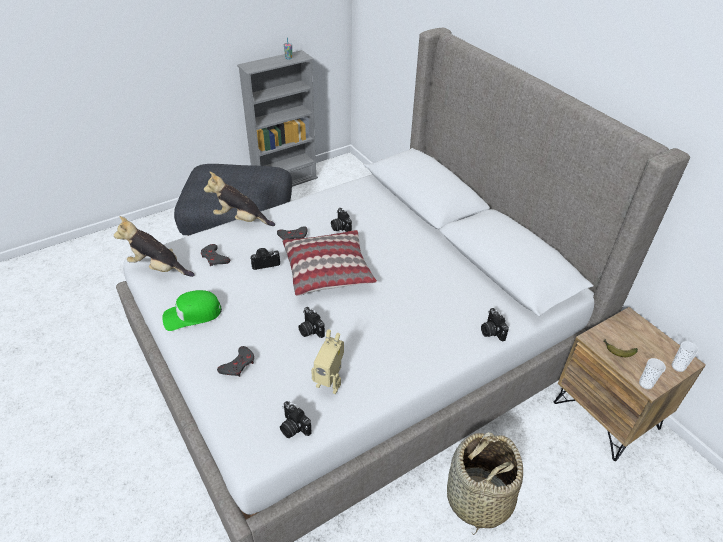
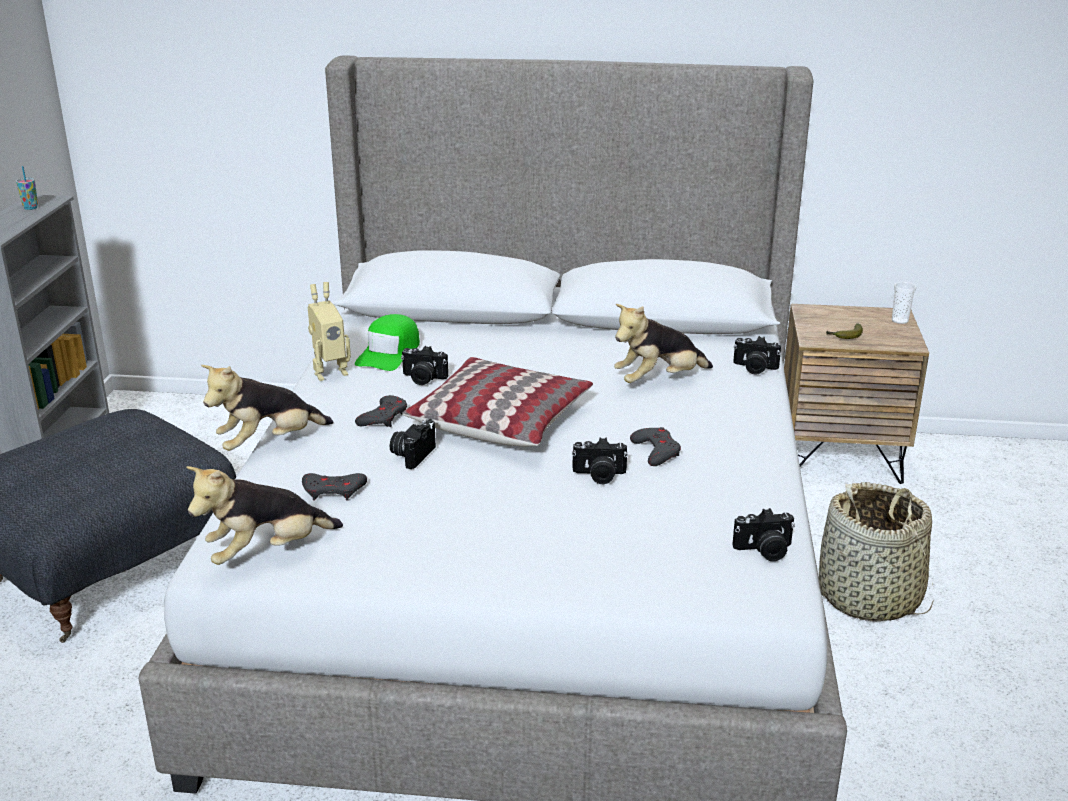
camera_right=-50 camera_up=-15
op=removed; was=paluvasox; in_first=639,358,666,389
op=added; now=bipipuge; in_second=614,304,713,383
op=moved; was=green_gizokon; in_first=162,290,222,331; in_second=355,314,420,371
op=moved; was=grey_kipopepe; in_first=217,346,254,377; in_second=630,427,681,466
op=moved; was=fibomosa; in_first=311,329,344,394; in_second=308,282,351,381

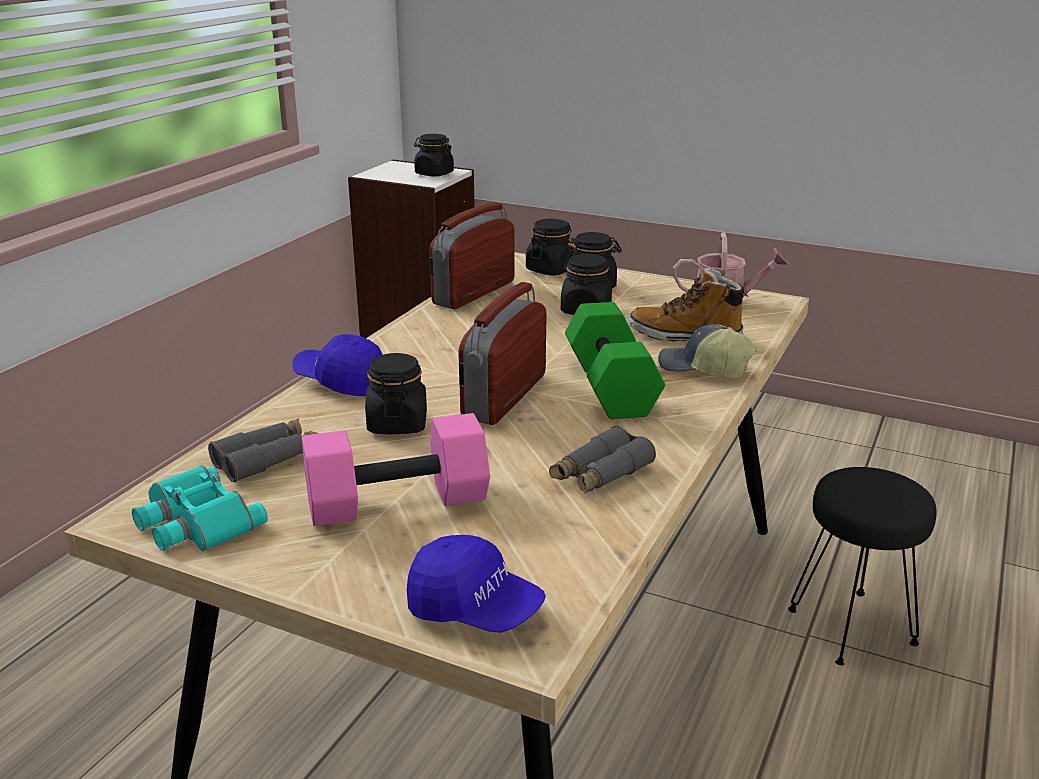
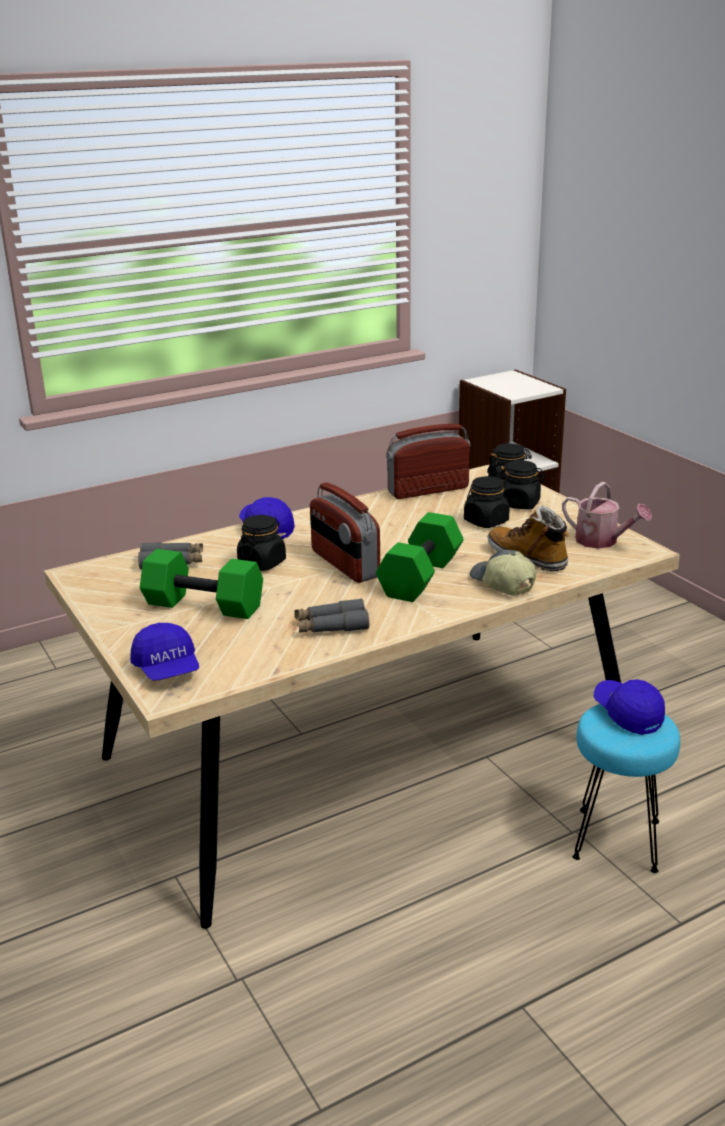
camera_right=35 camera_up=0
op=removed; was=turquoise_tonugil; in_first=132,465,268,551
op=removed; was=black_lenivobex; in_first=414,134,454,176
op=added; now=blue_gizokon; in_second=594,679,665,735
op=recoloured; was=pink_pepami; now=green_pepami; in_first=302,413,490,526; in_second=140,549,263,619
op=recoloured; was=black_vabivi; now=turquoise_vabivi; in_first=788,467,937,665; in_second=572,704,680,873
op=turned; was=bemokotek; in_first=458,282,547,425; in_second=310,482,380,583; clockwise=-90

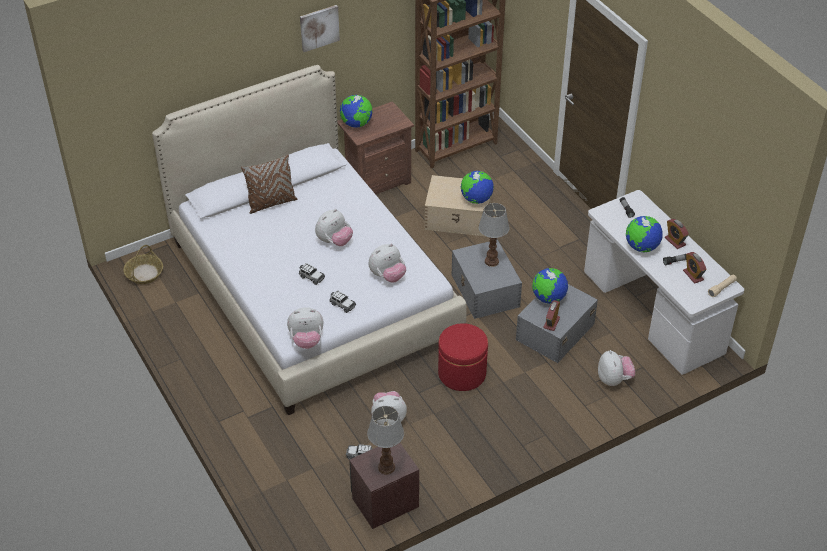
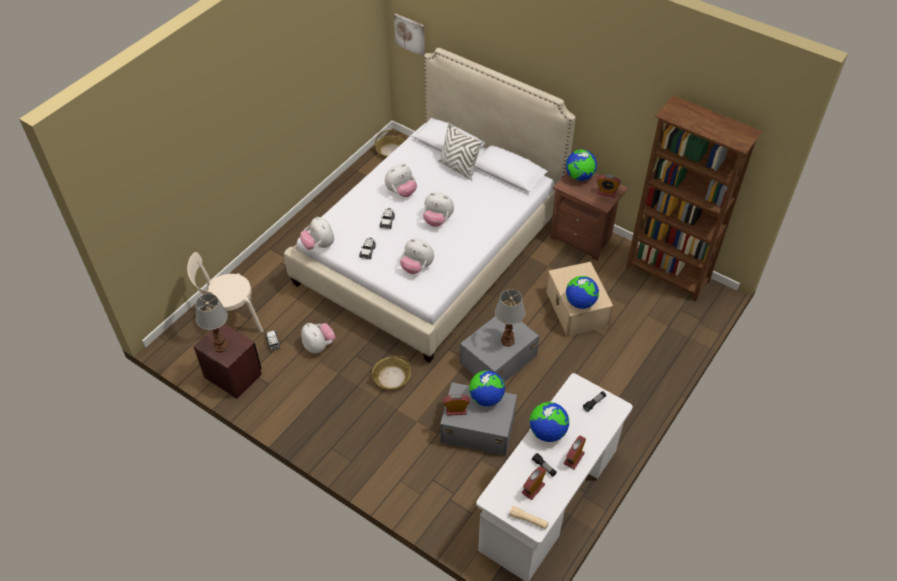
camera_right=65 camera_up=5
op=added; now=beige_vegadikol; in_second=187,252,263,333
op=added; now=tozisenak; in_second=597,175,621,197
op=moved; was=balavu; in_first=300,5,340,52; in_second=394,14,425,56
op=moved; was=bipipuge; in_first=598,350,635,386; in_second=385,164,417,197
op=replaced; was=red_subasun; now=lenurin; in_first=438,323,488,391; in_second=372,356,411,390
op=recoloured; was=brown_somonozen; now=white_somonozen; in_first=241,155,297,214; in_second=438,122,482,180

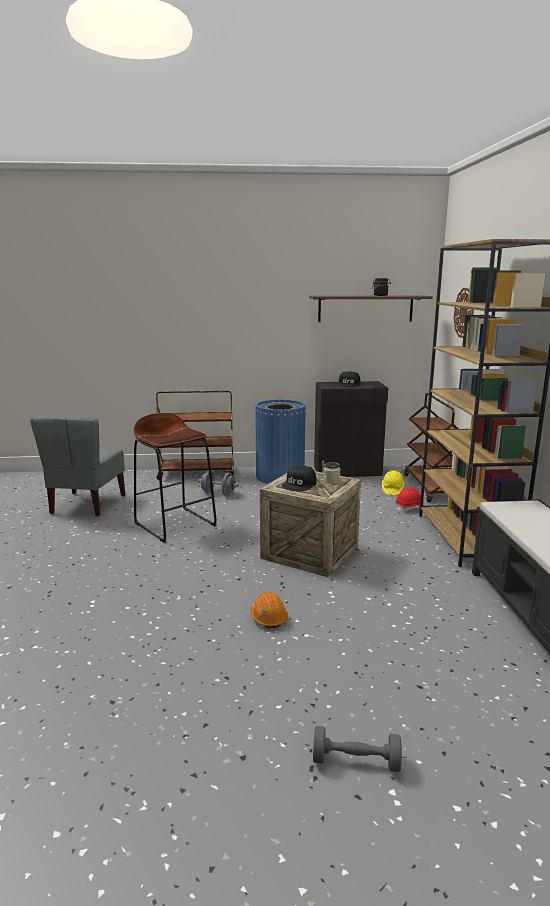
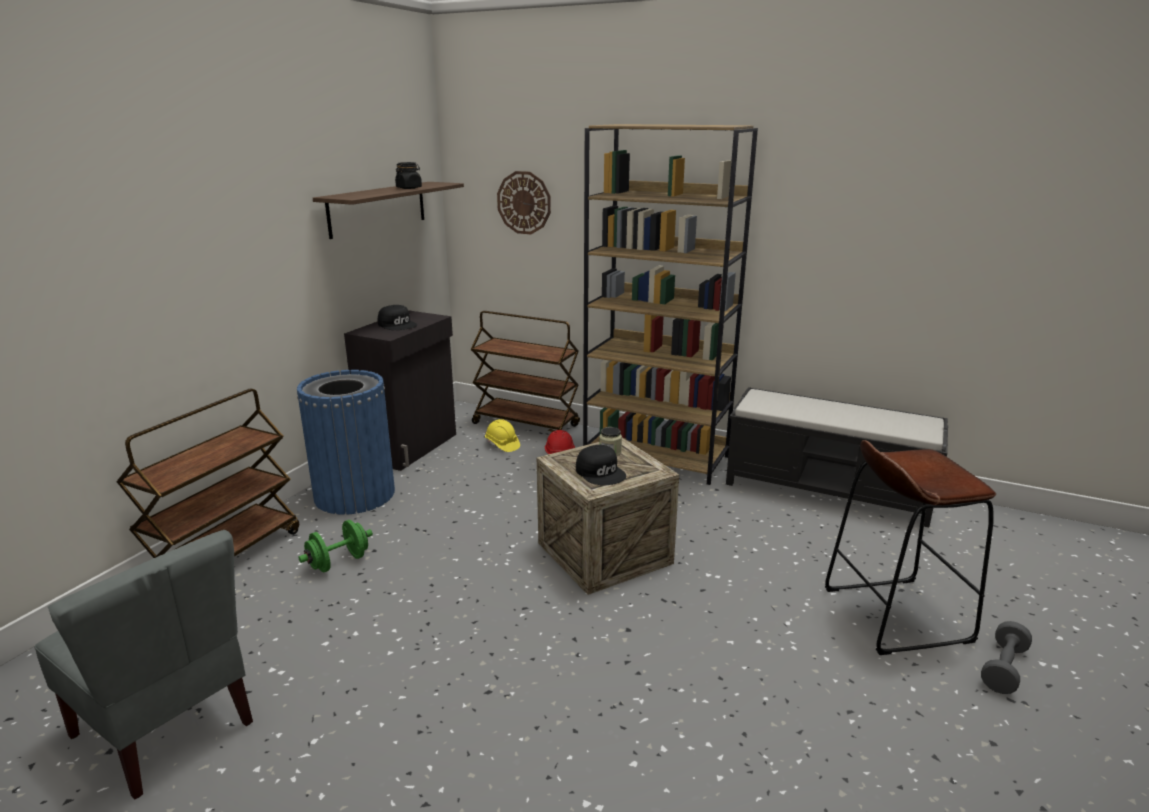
camera_right=-60 camera_up=5
op=removed; was=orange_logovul; in_first=251,592,288,628
op=moved; was=brown_vabivi; in_first=134,413,217,543; in_second=825,440,996,655
op=recoloured; was=grey_pepami; now=green_pepami; in_first=198,471,239,496; in_second=298,520,373,572

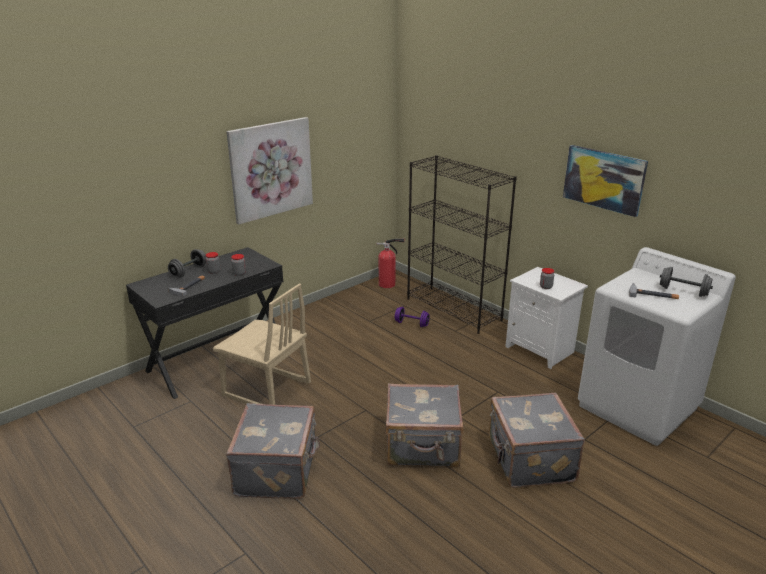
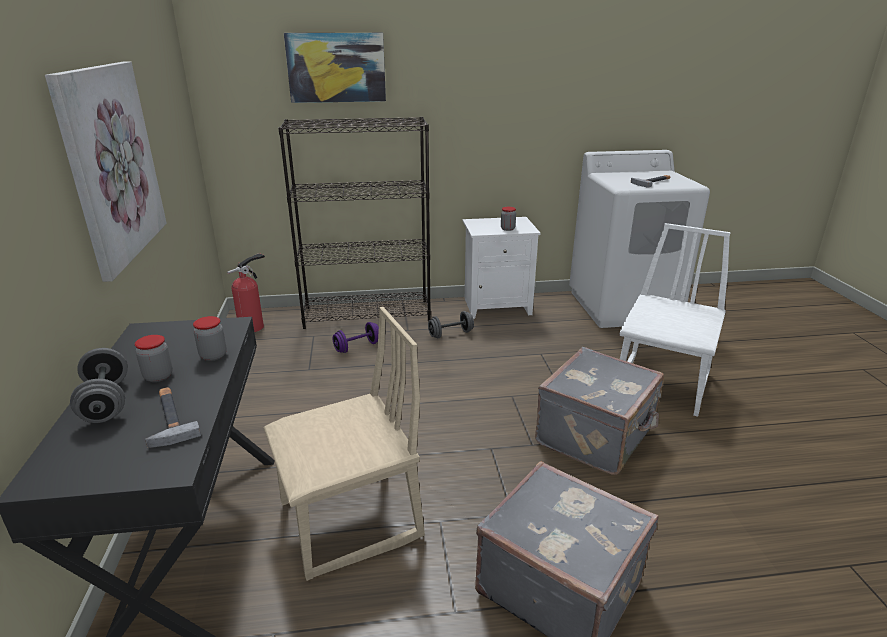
camera_right=-55 camera_up=0
op=moved; was=balavu; in_first=563,145,648,217; in_second=284,33,386,103
op=moved; was=grey_pepami; in_first=660,267,713,297; in_second=428,311,474,338
op=replaced; was=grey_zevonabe; now=white_vegadikol; in_first=489,393,585,488; in_second=620,223,730,417

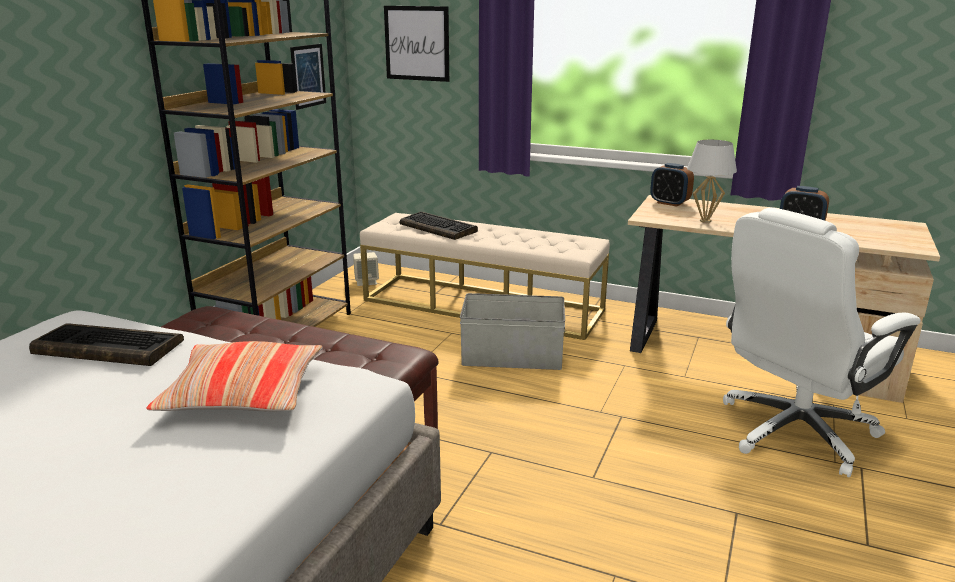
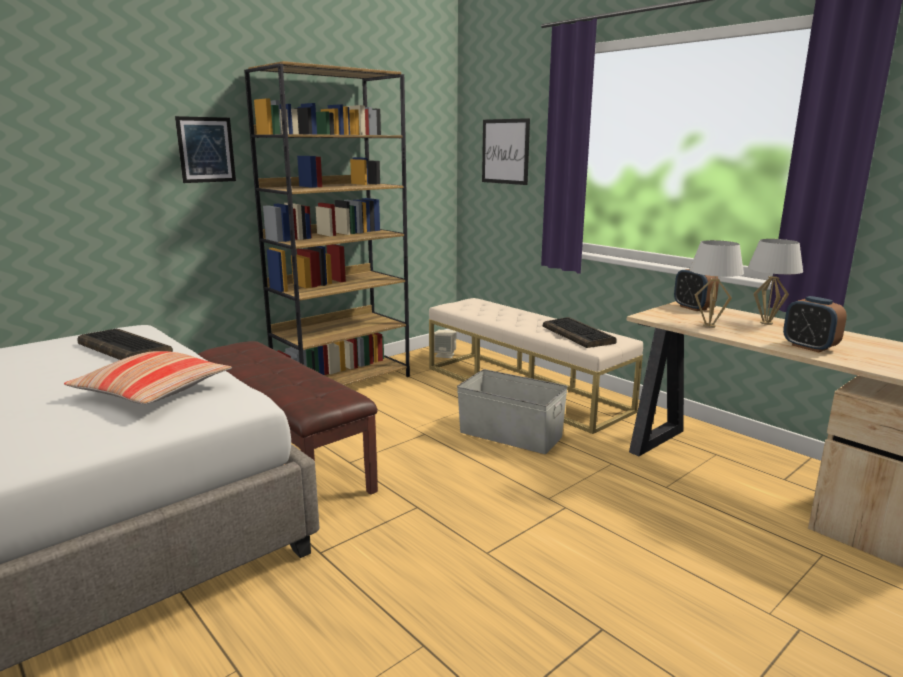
camera_right=25 camera_up=-5
op=removed; was=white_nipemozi; in_first=723,208,921,477
op=added; now=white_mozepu; in_second=748,239,803,325
op=moved; was=balavu; in_first=290,44,326,110; in_second=175,116,236,183
op=moved; was=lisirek; in_first=400,211,478,240; in_second=543,317,617,348

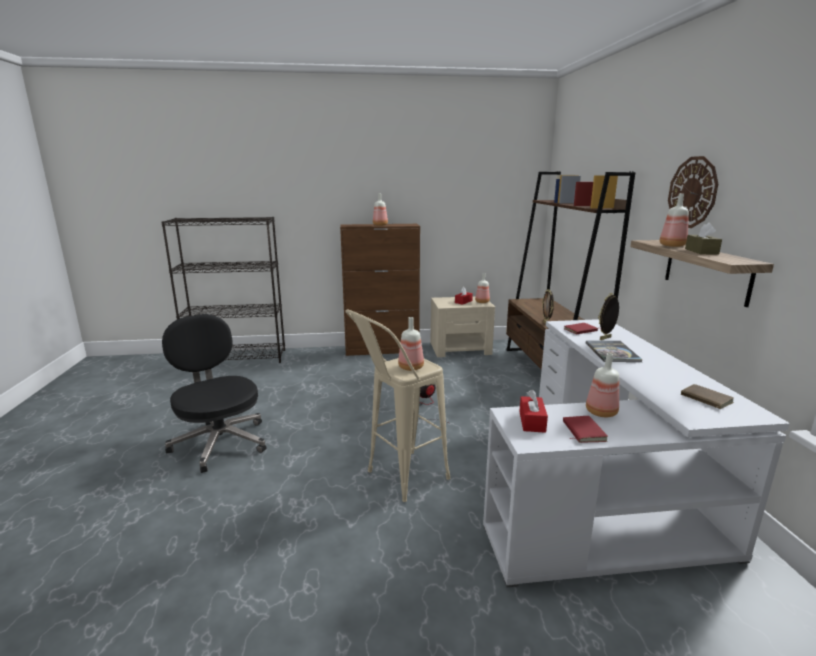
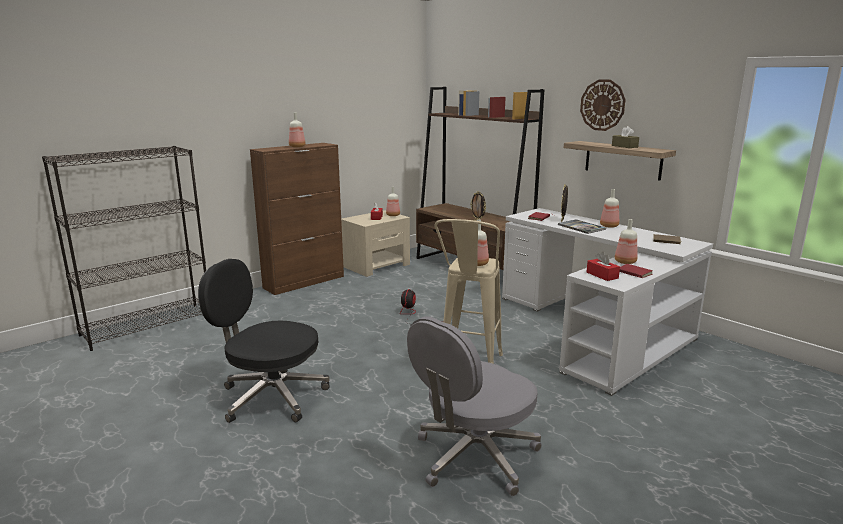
camera_right=-35 camera_up=0
op=added; now=grey_nipemozi; in_second=407,317,542,496
op=moved; was=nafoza; in_first=660,194,689,247; in_second=600,189,619,228

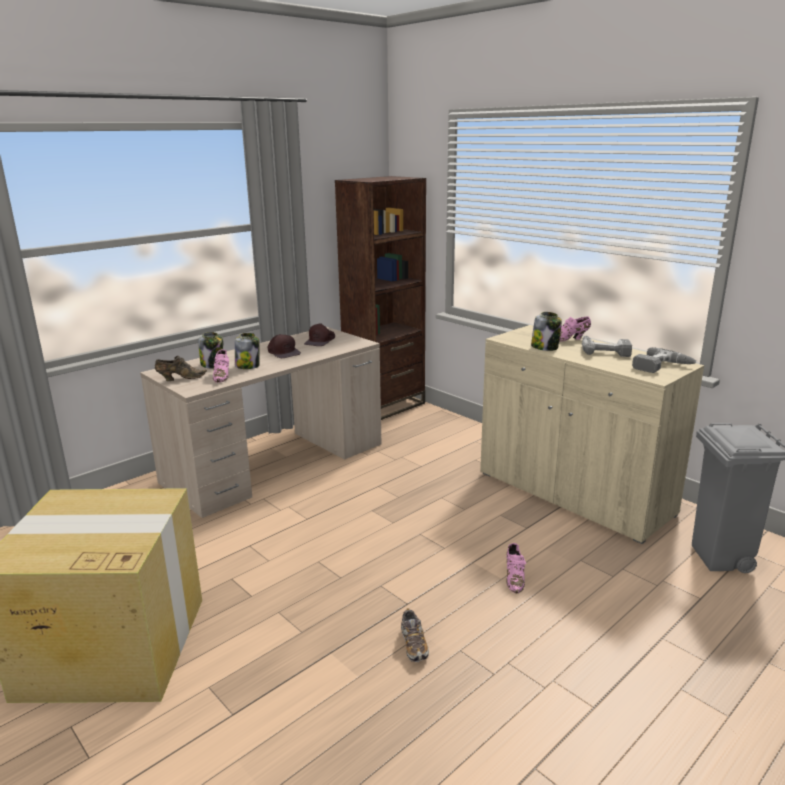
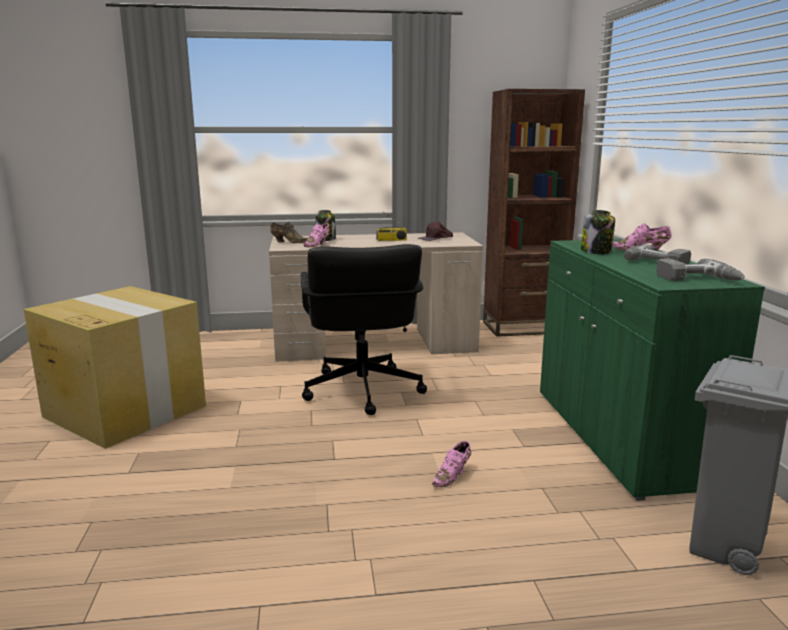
camera_right=35 camera_up=-5
op=removed; was=lenivobex; in_first=235,333,260,369
op=removed; was=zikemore; in_first=401,608,429,662
op=added; now=black_nipemozi; in_second=301,244,427,415
op=replaced; was=brown_gizokon; now=bemokotek; in_first=267,334,301,358; in_second=376,213,407,241
op=recoloured; was=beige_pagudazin; now=green_pagudazin; in_first=480,325,704,544; in_second=540,239,765,501

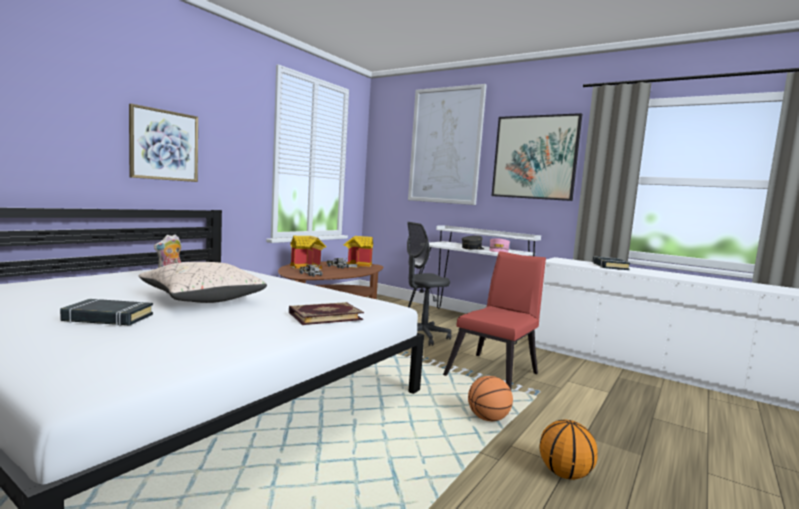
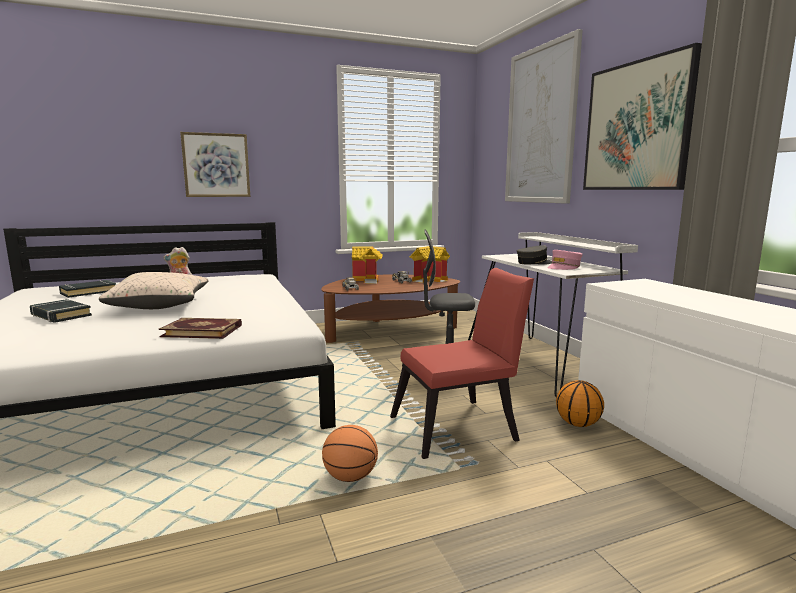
camera_right=35 camera_up=5
op=moved; was=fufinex; in_first=540,420,598,480; in_second=556,380,604,427
op=moved; was=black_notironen; in_first=593,256,630,270; in_second=59,280,116,298

